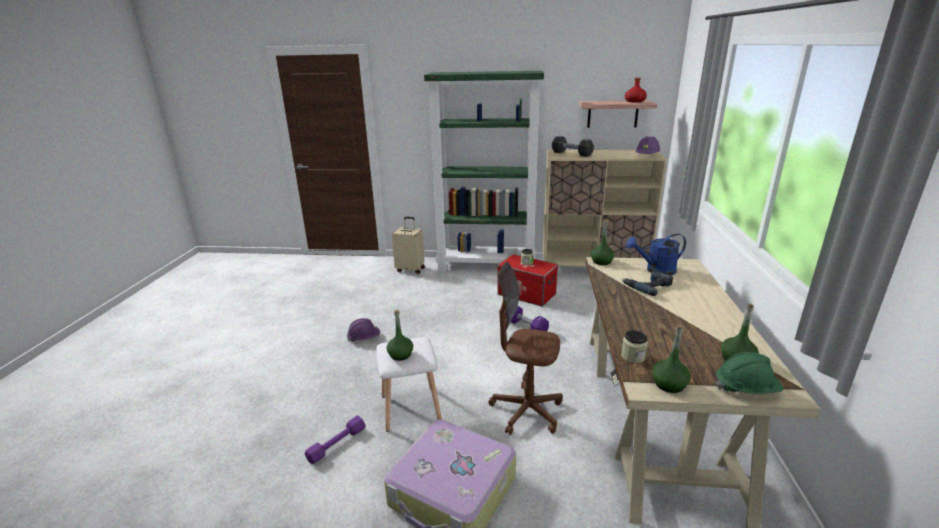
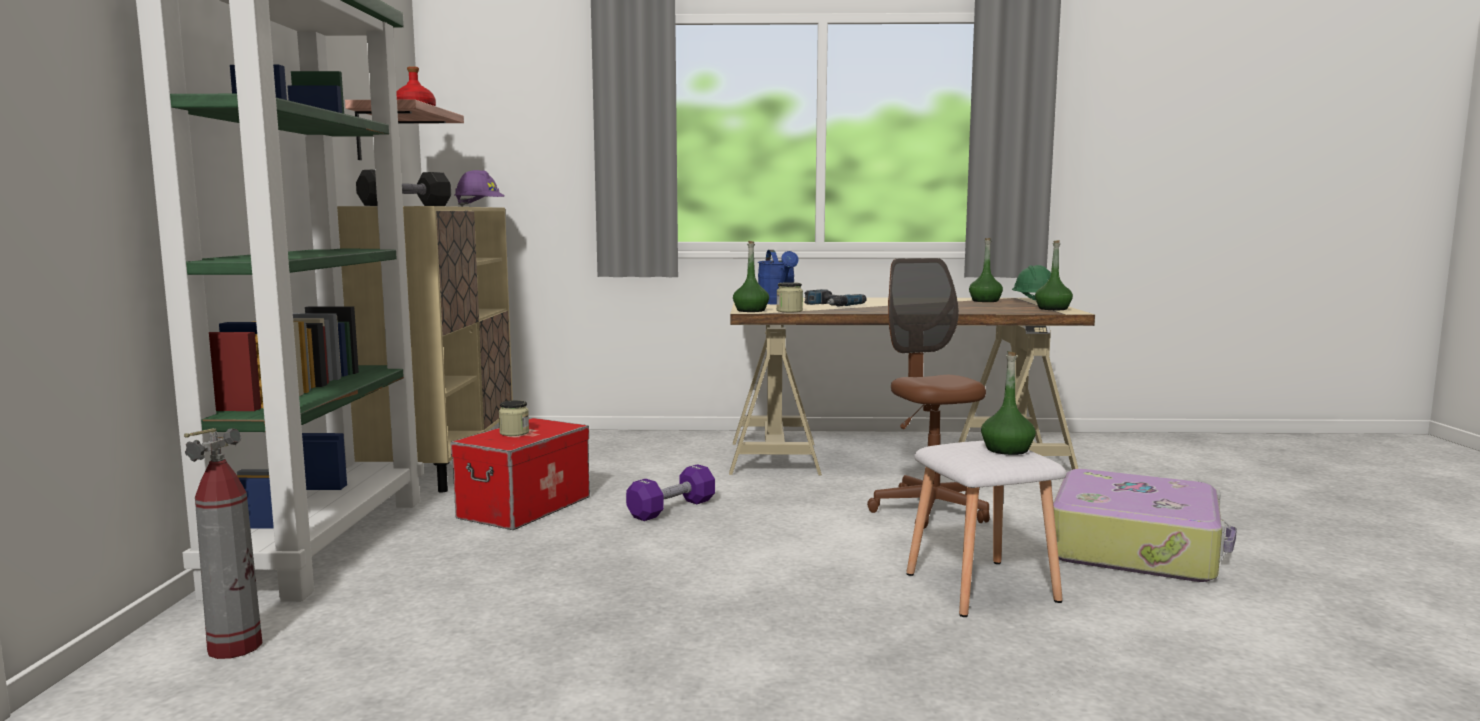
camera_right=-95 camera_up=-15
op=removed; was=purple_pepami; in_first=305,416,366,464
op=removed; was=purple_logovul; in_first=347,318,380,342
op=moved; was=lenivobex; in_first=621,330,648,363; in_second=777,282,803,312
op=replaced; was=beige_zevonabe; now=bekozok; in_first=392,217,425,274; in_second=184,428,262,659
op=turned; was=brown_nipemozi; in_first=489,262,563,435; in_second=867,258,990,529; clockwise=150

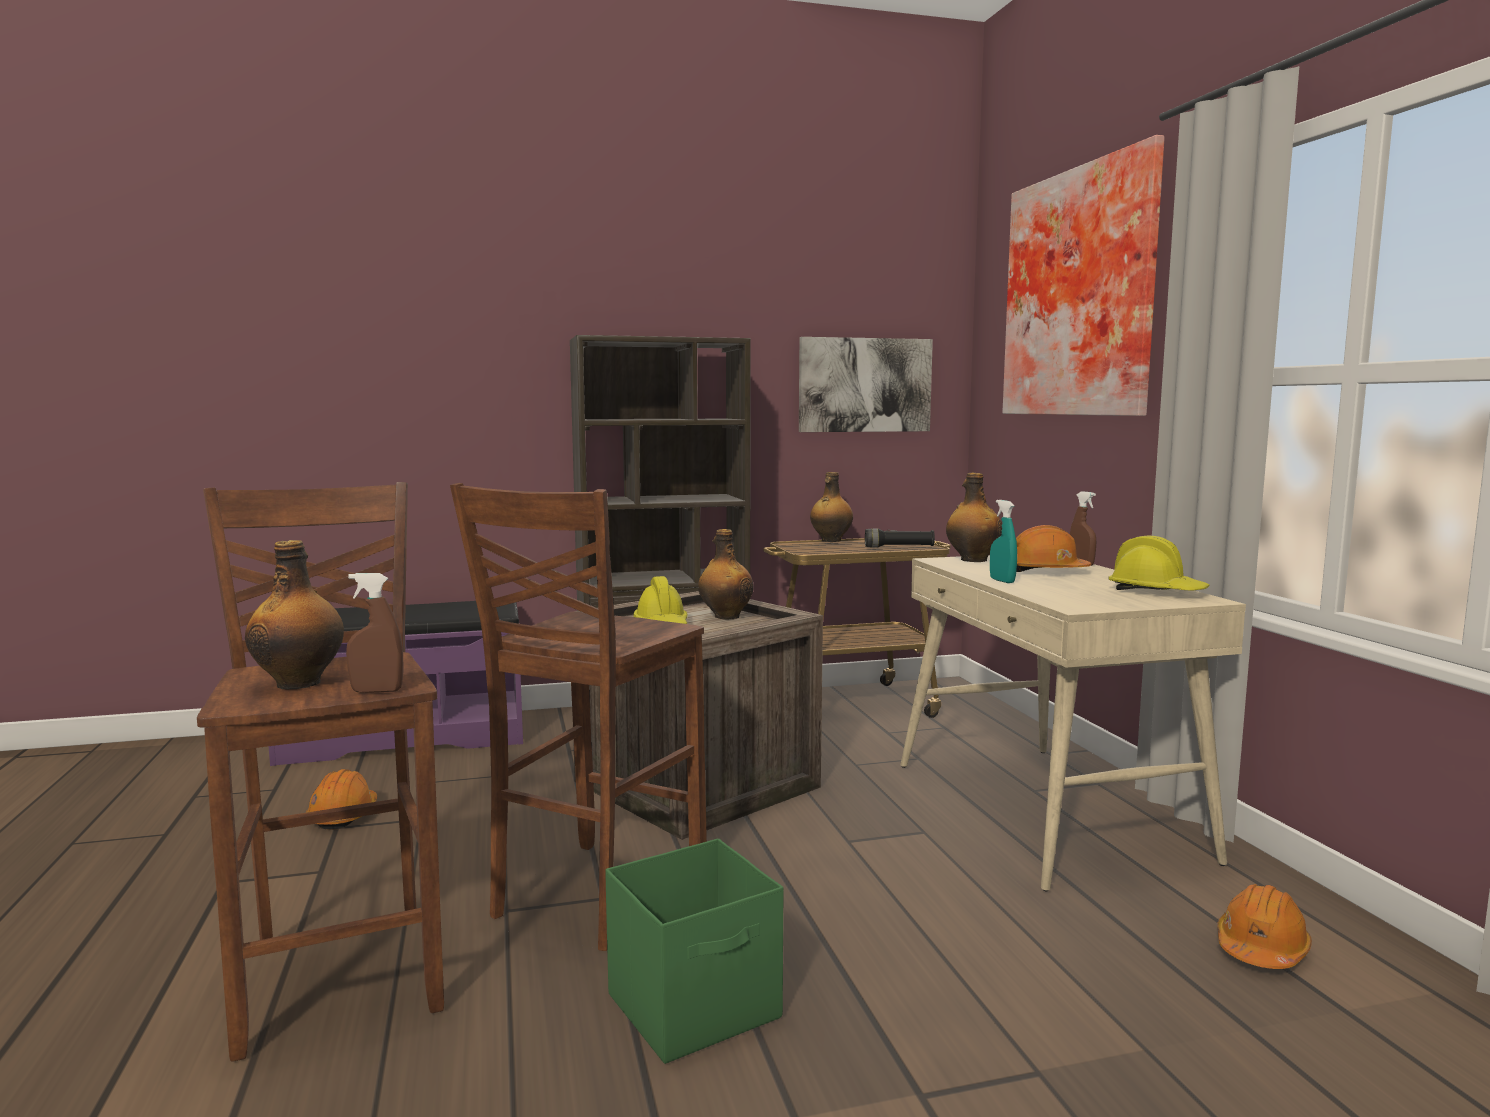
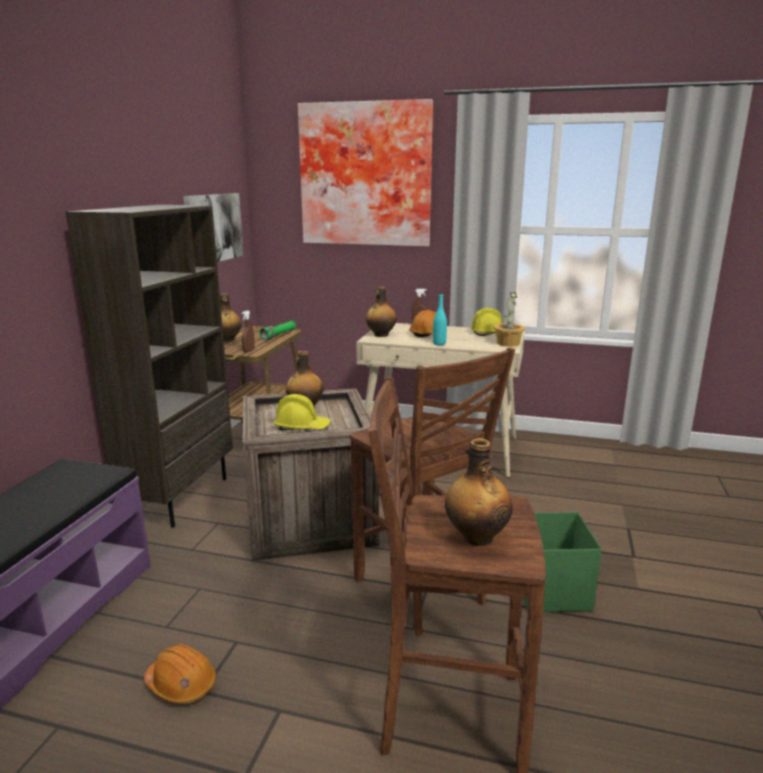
camera_right=-60 camera_up=10
op=removed; was=orange_logovul; in_first=1217,884,1312,969
op=added; now=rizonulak; in_second=494,292,525,347
op=moved; was=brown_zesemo; in_first=346,573,404,693; in_second=242,310,255,353
op=replaced; was=turquoise_zesemo; now=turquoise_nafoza; in_first=990,500,1017,583; in_second=433,293,447,345
op=recoloured; was=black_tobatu; now=green_tobatu; in_first=865,528,935,548; in_second=259,321,296,340

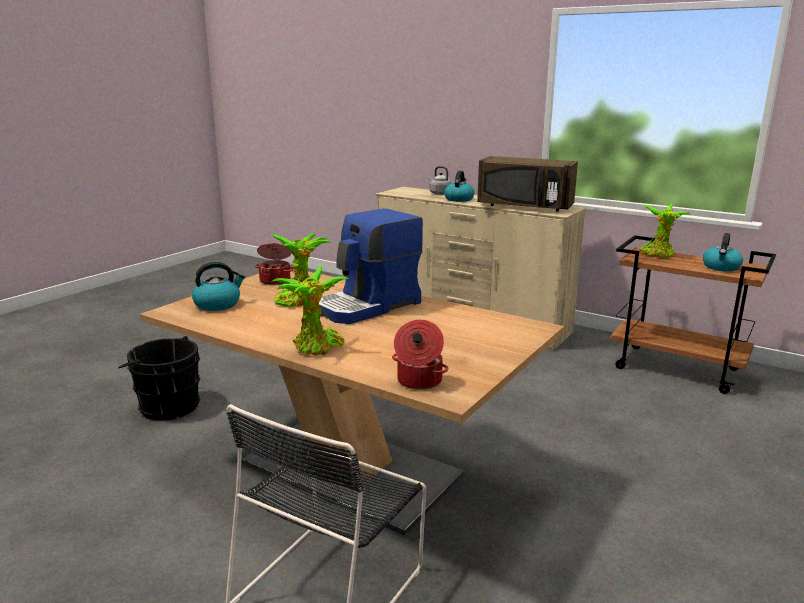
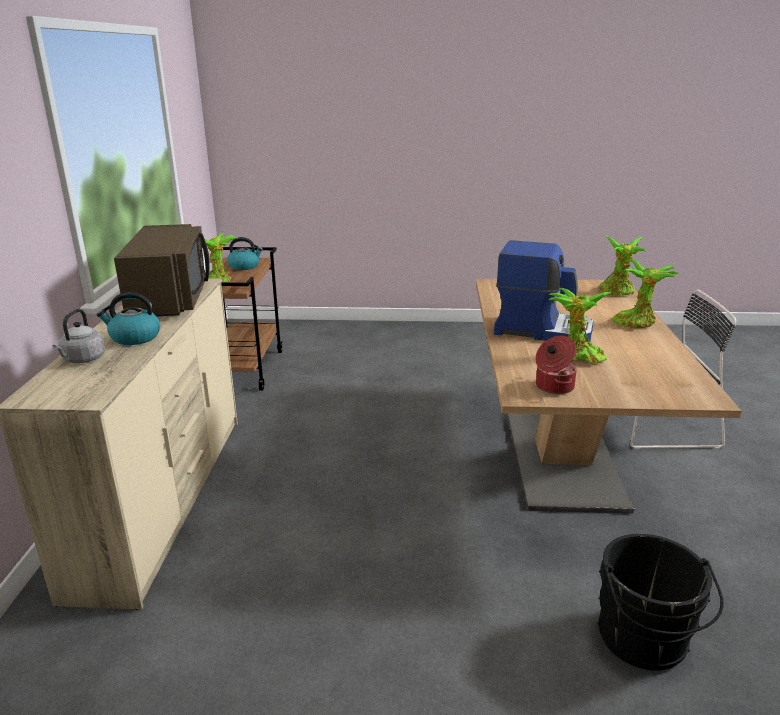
camera_right=-120 camera_up=5
op=removed; was=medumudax; in_first=192,262,245,311
op=replaced; was=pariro; now=rizonulak; in_first=392,320,448,390; in_second=599,236,646,296

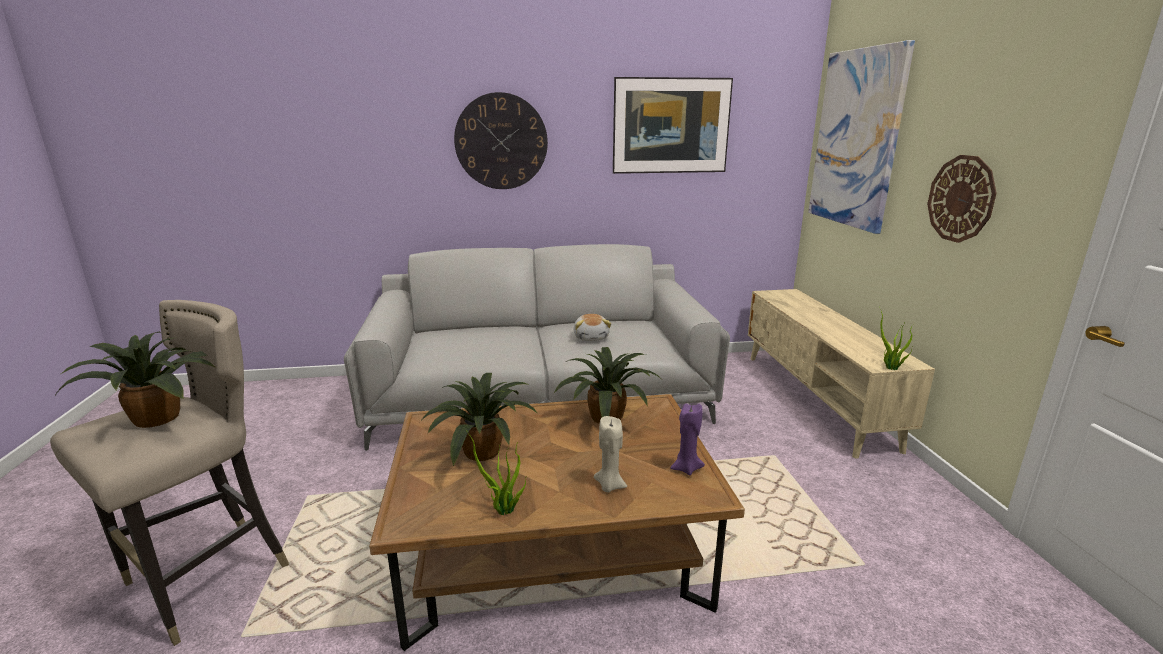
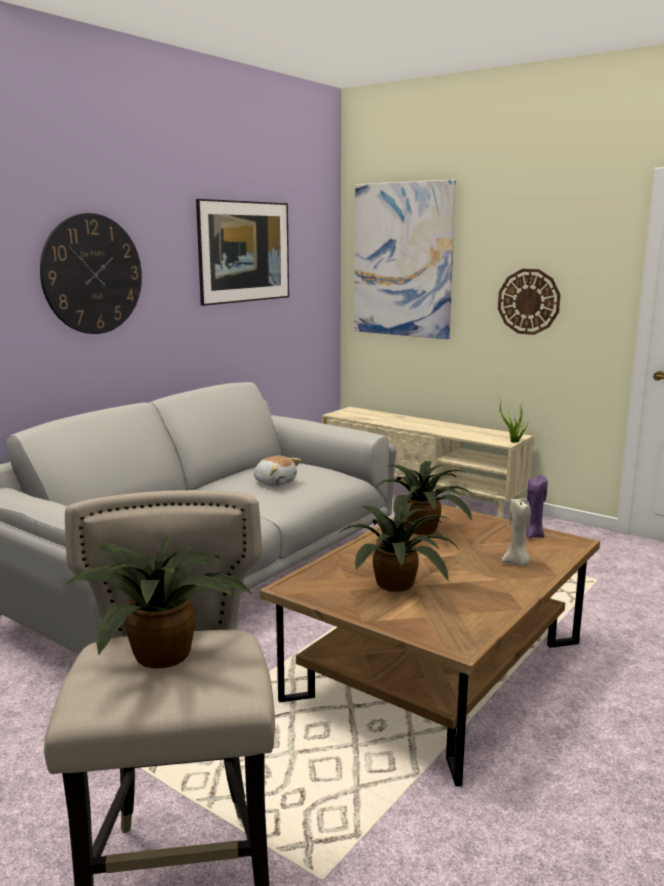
camera_right=-45 camera_up=-5
op=removed; was=rizonulak; in_first=465,429,526,515

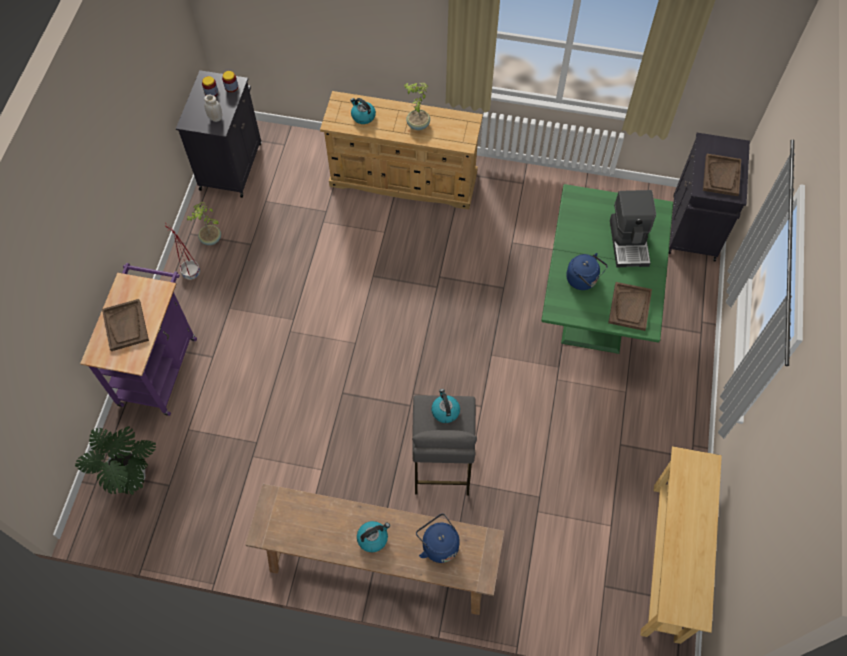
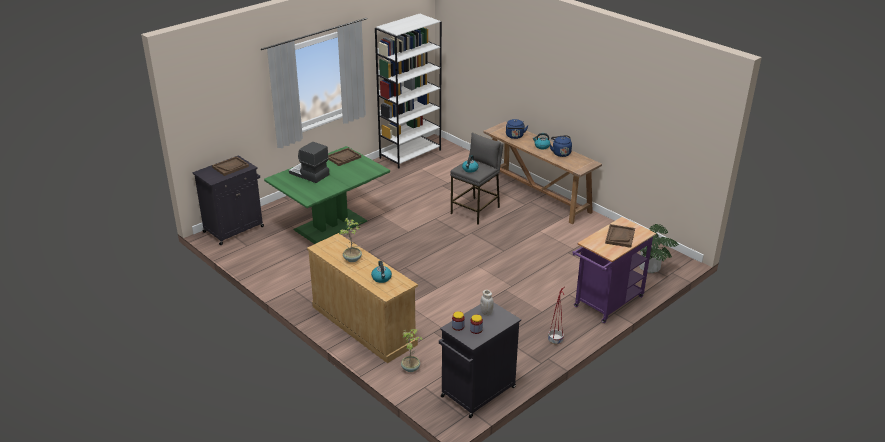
camera_right=-145 camera_up=-30
op=moved; was=rizonulak; in_first=187,202,221,245; in_second=401,329,423,372
op=moved; was=blue_medumudax; in_first=566,253,608,290; in_second=550,135,572,157
op=replaced; was=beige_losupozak; now=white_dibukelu; in_first=640,446,722,644; in_second=375,14,442,169
op=turned; was=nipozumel; in_first=610,190,656,267; in_second=289,142,329,183; clockwise=-90

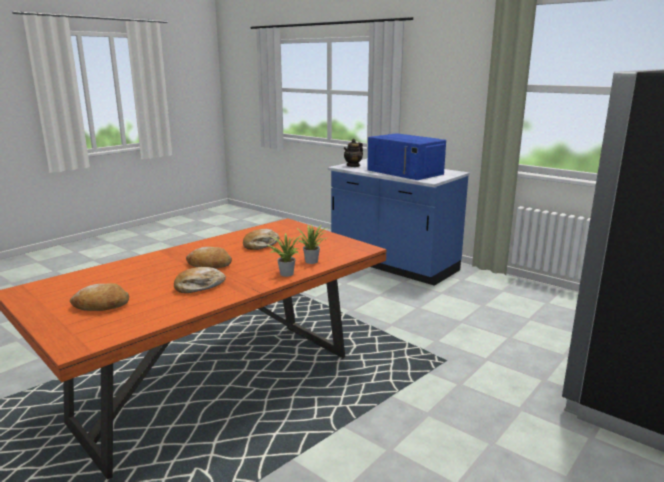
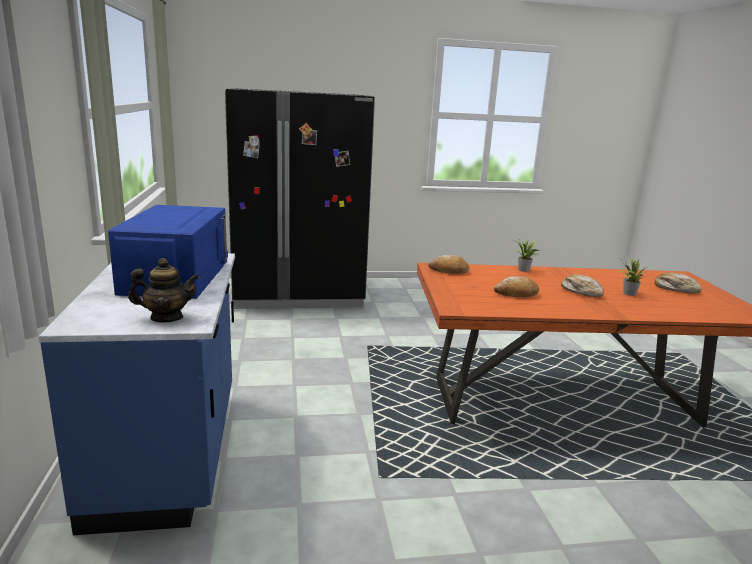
camera_right=-140 camera_up=0
op=moved; was=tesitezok; in_first=174,267,226,293; in_second=428,255,469,274
op=moved; was=rizonulak; in_first=296,224,327,264; in_second=618,257,648,296

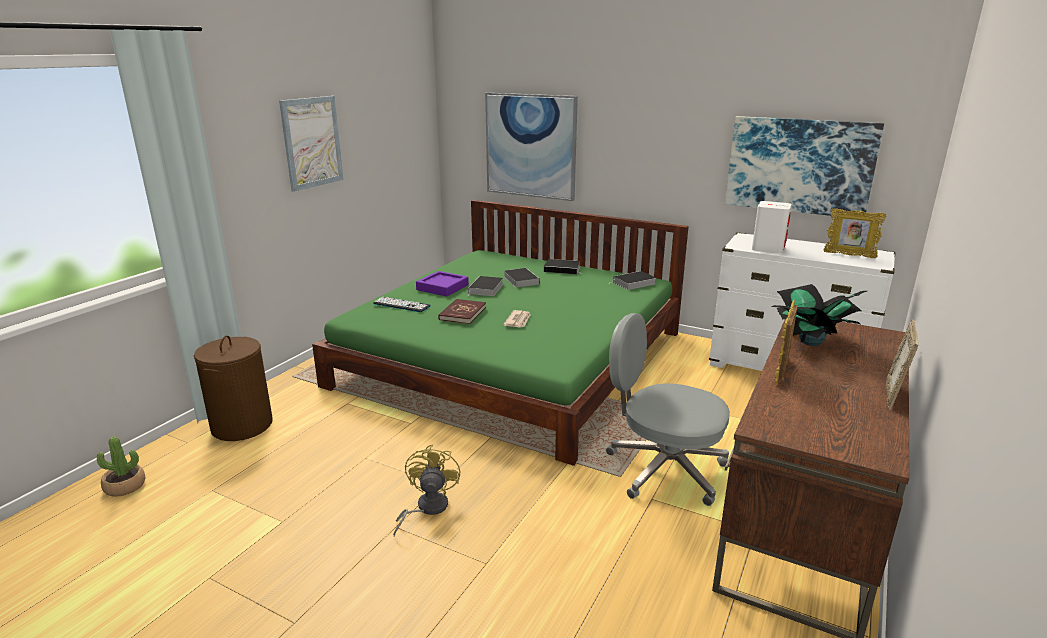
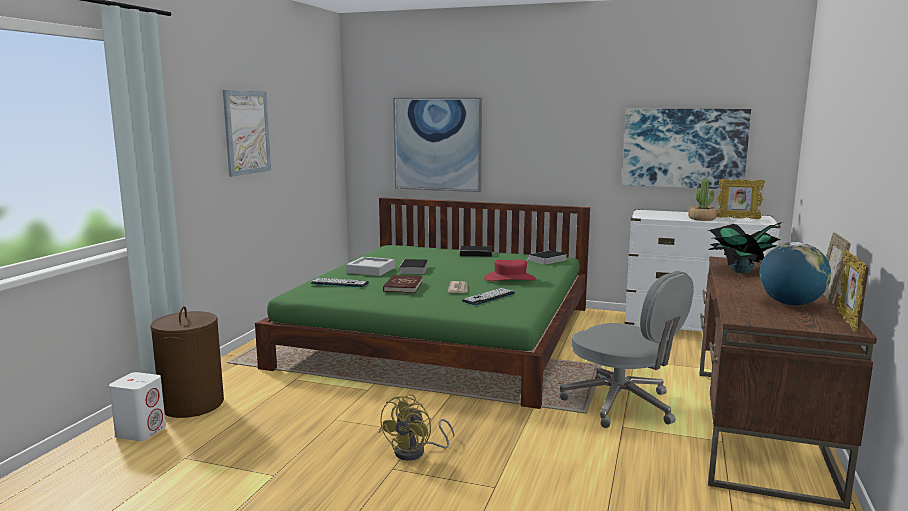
camera_right=-10 camera_up=-10
op=removed; was=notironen; in_first=504,268,539,288
op=added; now=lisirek; in_second=462,288,515,305
op=added; now=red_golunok; in_second=484,260,536,281
op=added; now=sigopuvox; in_second=760,242,831,306
op=moved; was=rizonulak; in_first=97,437,146,497; in_second=688,179,717,221
op=moved; was=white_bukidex; in_first=752,201,792,254; in_second=109,372,166,441
op=moved; was=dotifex; in_first=775,300,798,385; in_second=837,249,869,332
op=recoloured; was=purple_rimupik; now=grey_rimupik; in_first=416,271,469,296; in_second=346,257,395,276
op=turned; was=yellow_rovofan; in_first=393,444,460,537; in_second=379,394,455,461; clockwise=-150
op=turned; was=grey_nipemozi; in_first=606,313,730,506; in_second=560,271,694,428; clockwise=-150

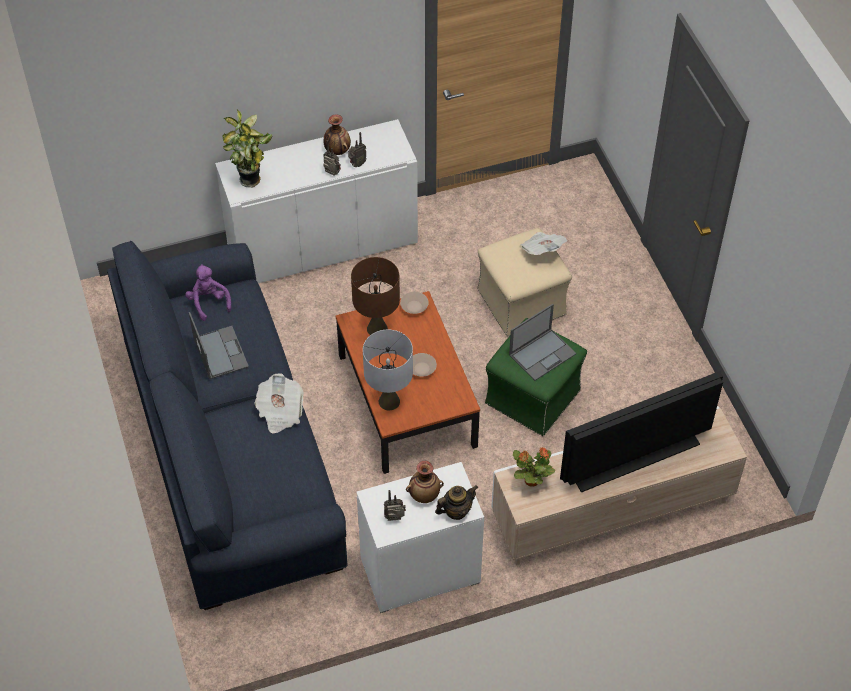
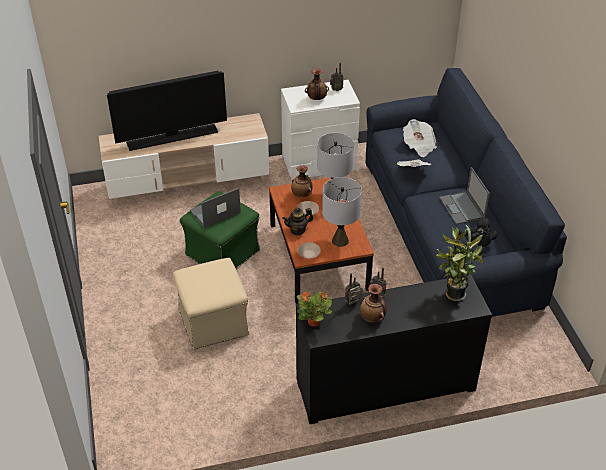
camera_right=-175 camera_up=-10
op=added; now=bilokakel; in_second=291,165,313,198
op=moved; was=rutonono; in_first=435,485,478,520; in_second=282,208,313,235
op=moved; was=rizonulak; in_first=513,447,555,487; in_second=297,291,332,327
op=moved; was=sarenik; in_first=520,232,567,255; in_second=403,119,437,157
op=recoloured; was=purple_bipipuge; now=black_bipipuge; in_first=185,264,231,321; in_second=459,217,498,247
op=recoloured; was=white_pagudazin; now=black_pagudazin; in_first=215,119,418,283; in_second=296,273,492,424
op=recoloured; was=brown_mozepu; now=grey_mozepu; in_first=351,257,400,335; in_second=322,177,362,247

